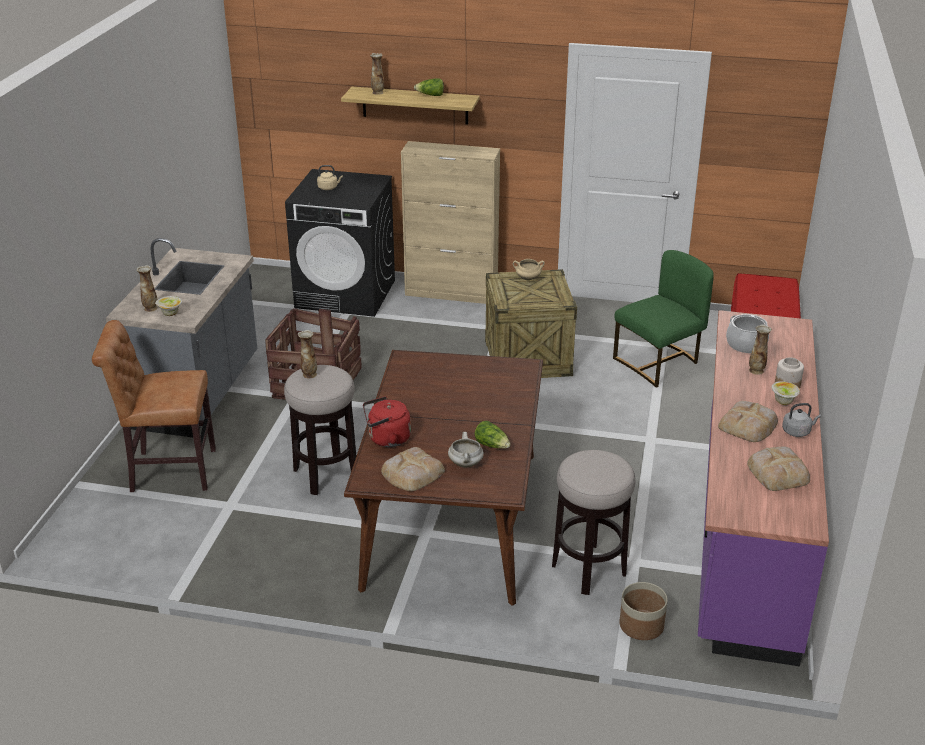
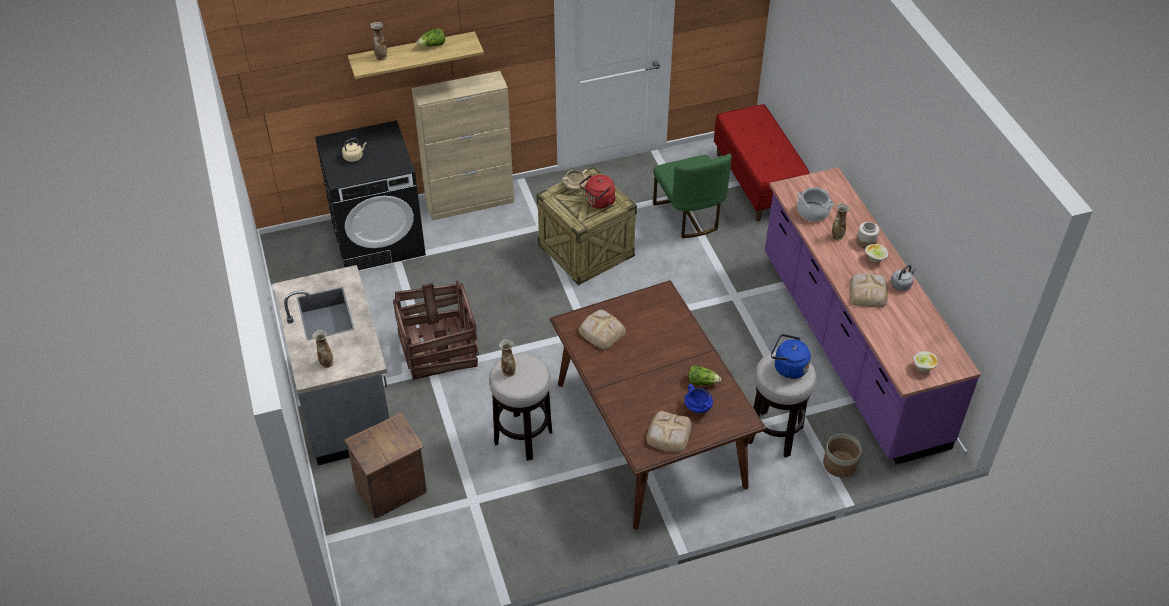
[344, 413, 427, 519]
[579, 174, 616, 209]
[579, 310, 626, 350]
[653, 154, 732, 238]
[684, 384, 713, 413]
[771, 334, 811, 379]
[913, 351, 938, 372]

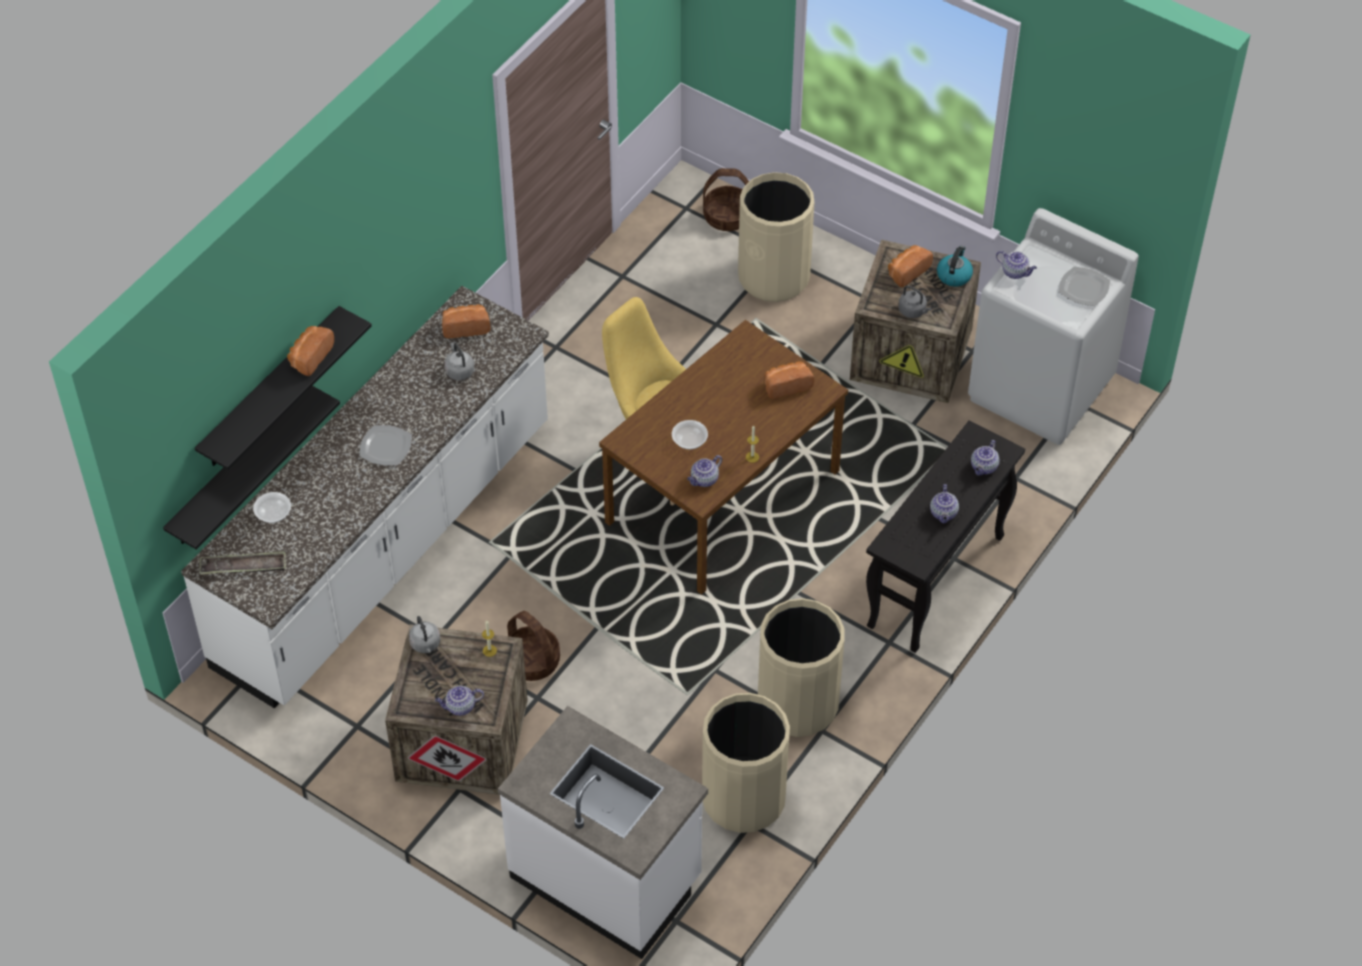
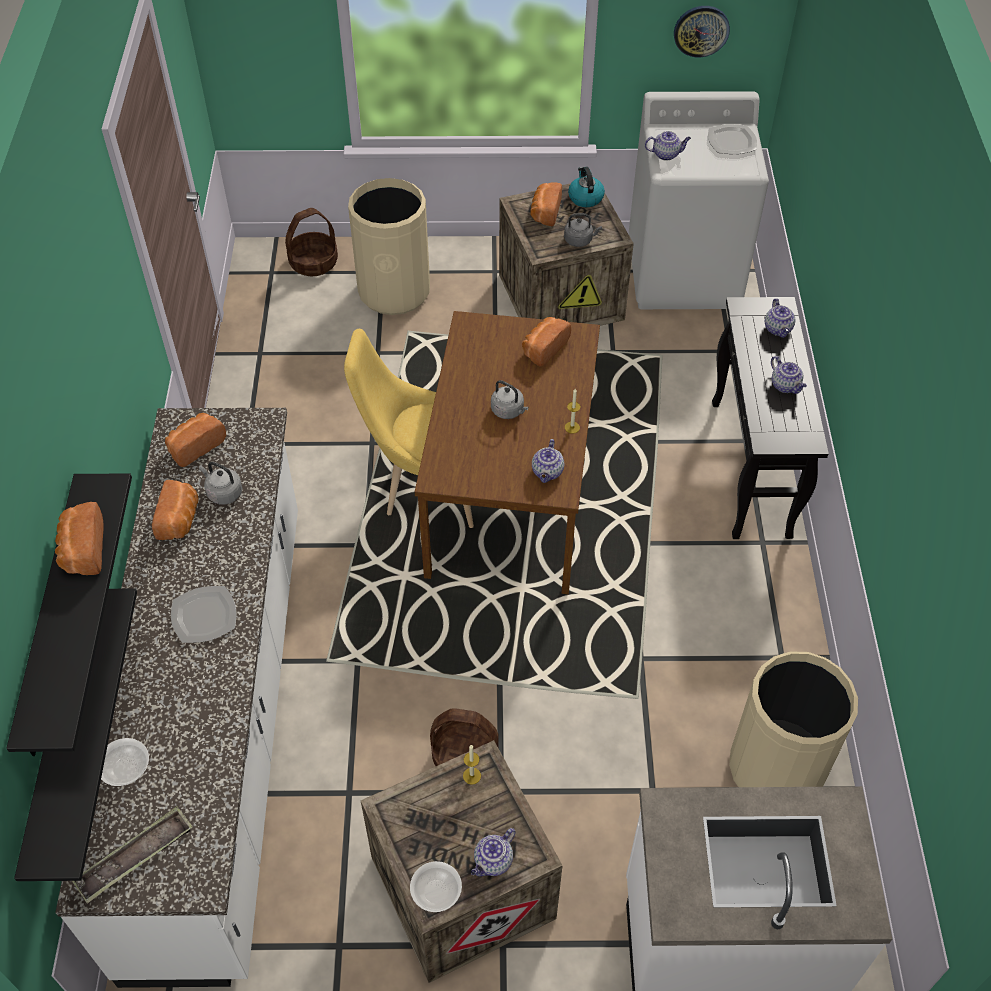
[152, 480, 198, 540]
[410, 861, 462, 912]
[491, 380, 529, 419]
[674, 6, 730, 57]
[758, 598, 844, 737] (first image)

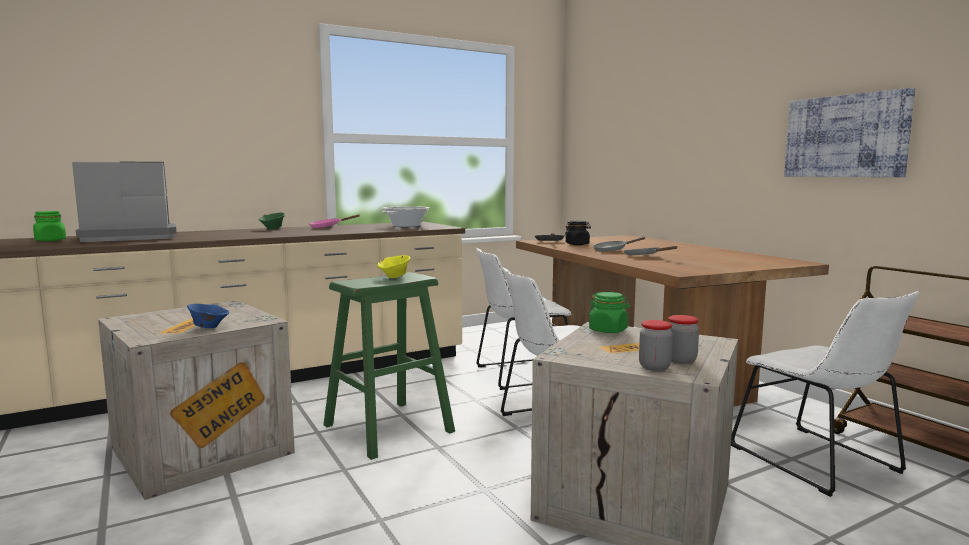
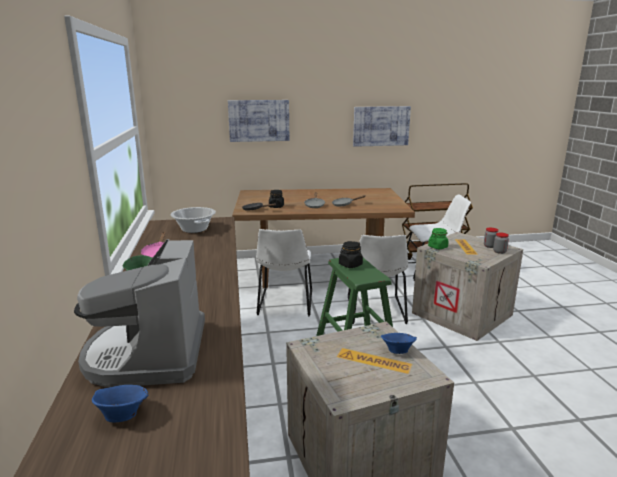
[92, 385, 148, 422]
[228, 100, 289, 142]
[339, 241, 363, 268]

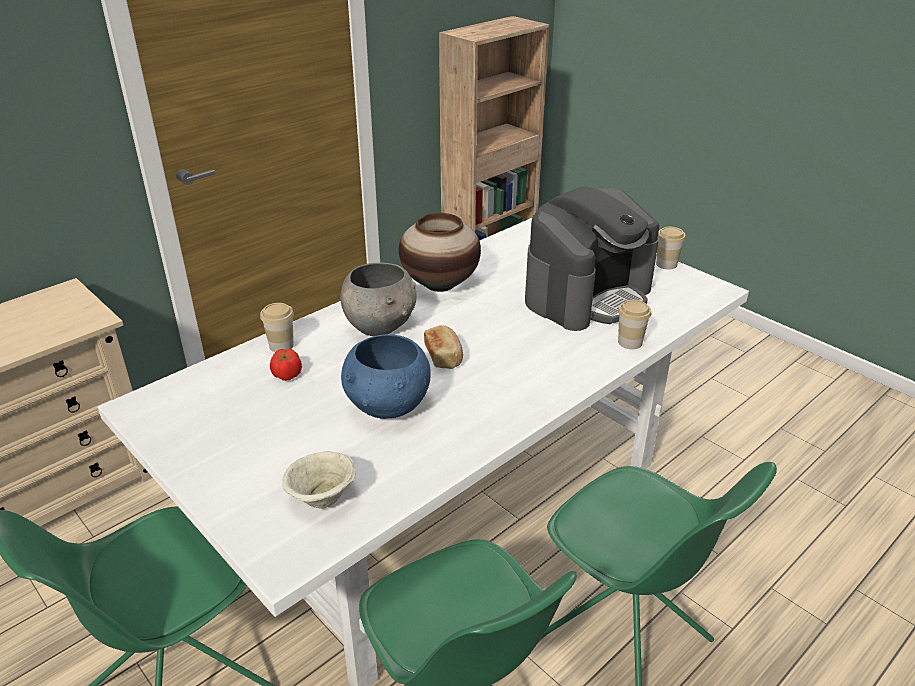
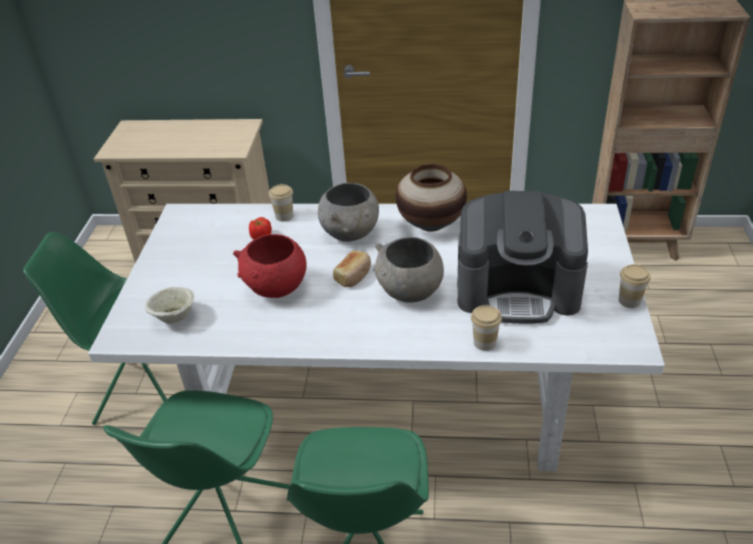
[233, 234, 307, 298]
[373, 237, 444, 303]

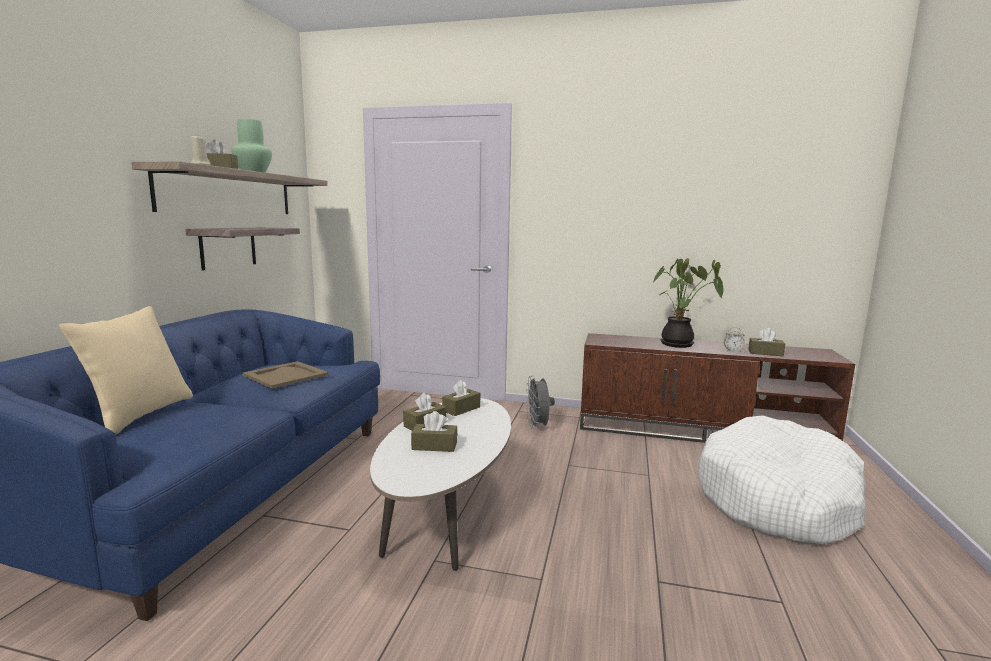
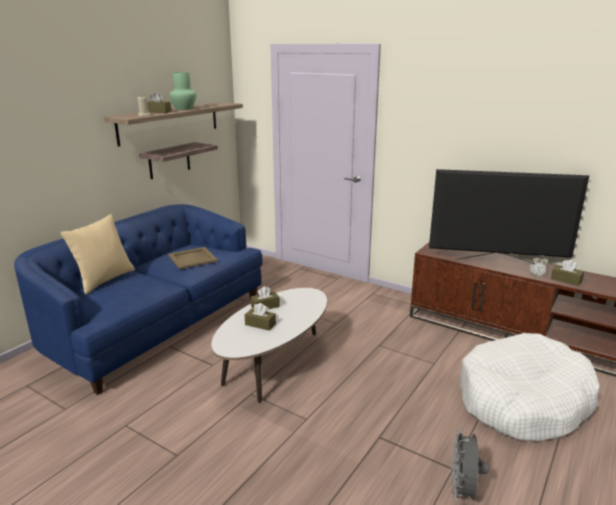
[429, 169, 590, 263]
[451, 428, 489, 502]
[442, 380, 480, 416] (first image)

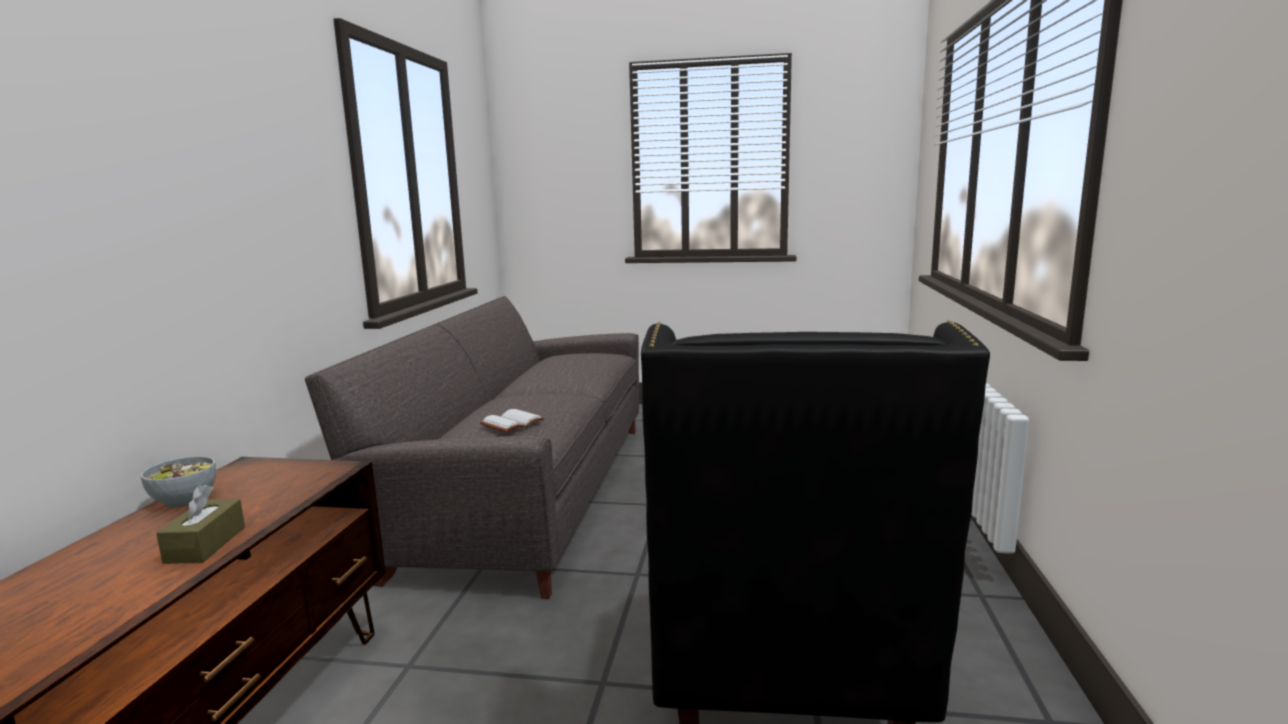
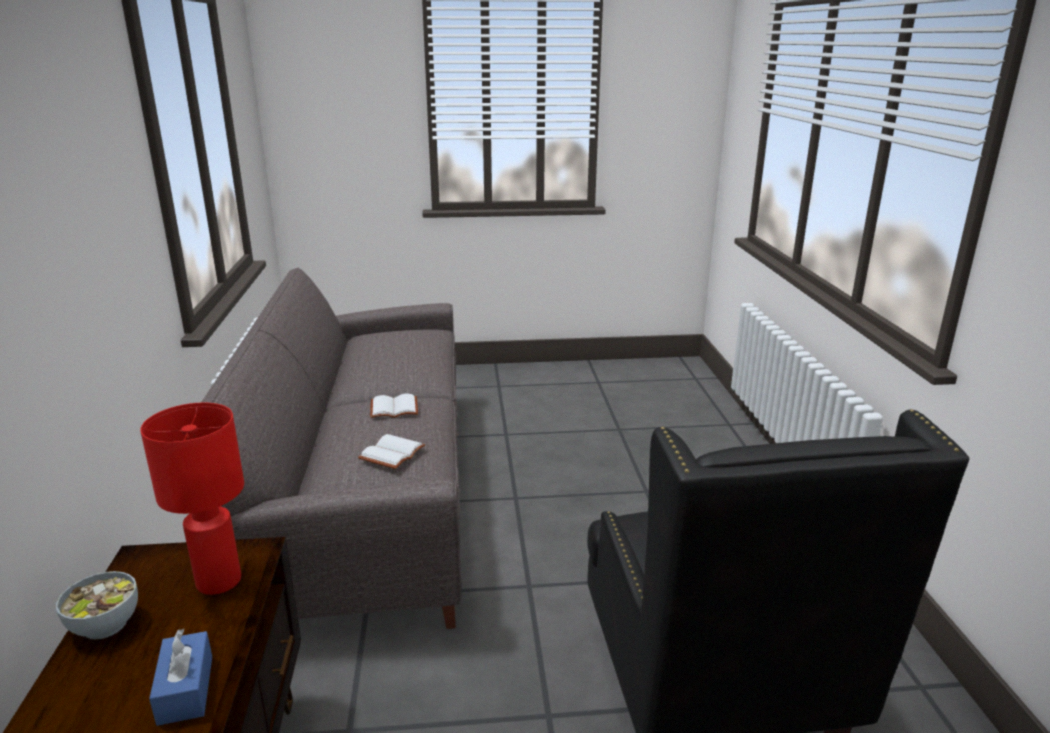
[140, 402, 244, 595]
[149, 629, 212, 726]
[370, 394, 418, 418]

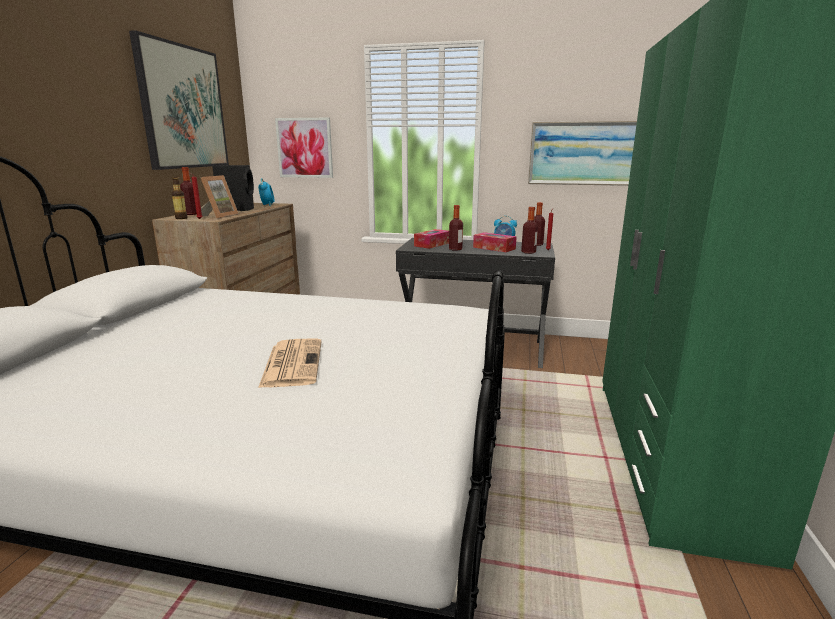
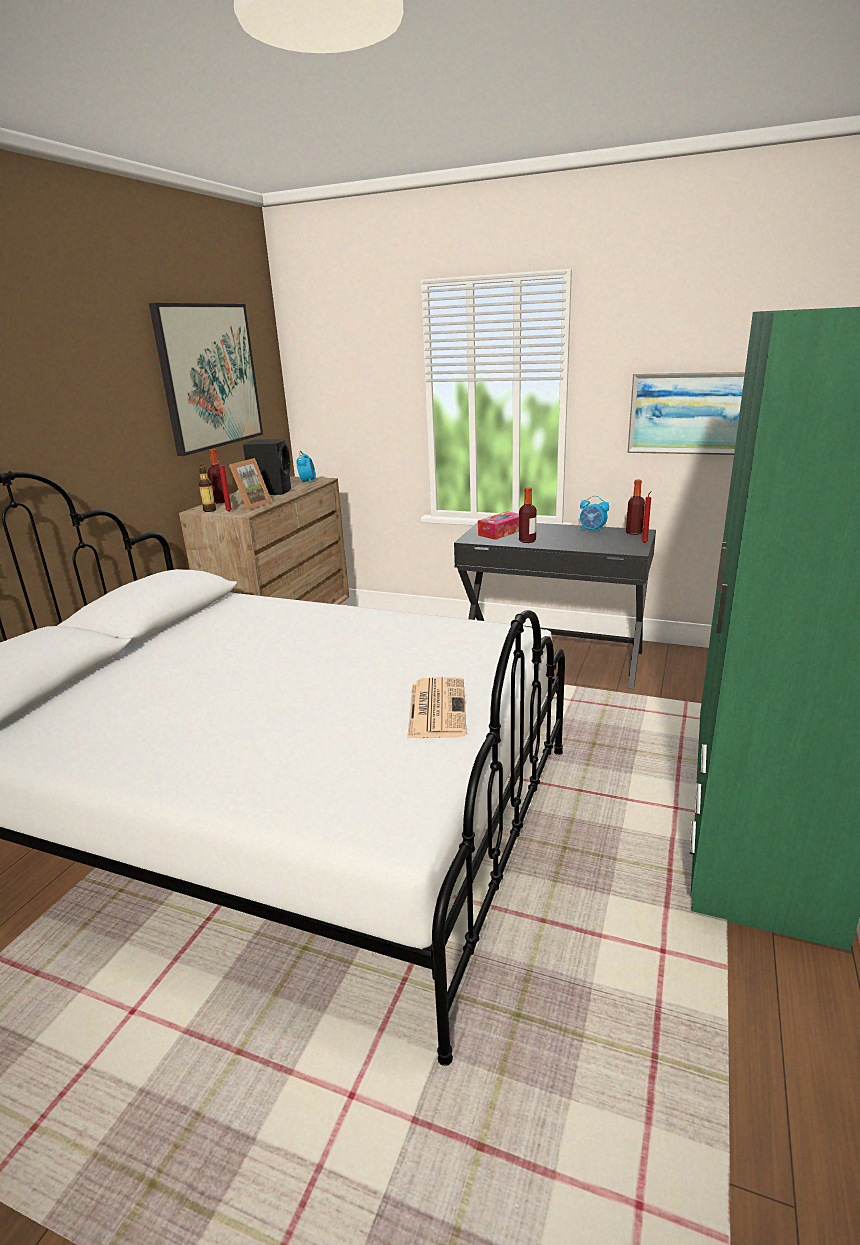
[407, 677, 467, 739]
[275, 118, 333, 178] (first image)
[473, 232, 517, 252] (first image)
[521, 207, 538, 254] (first image)

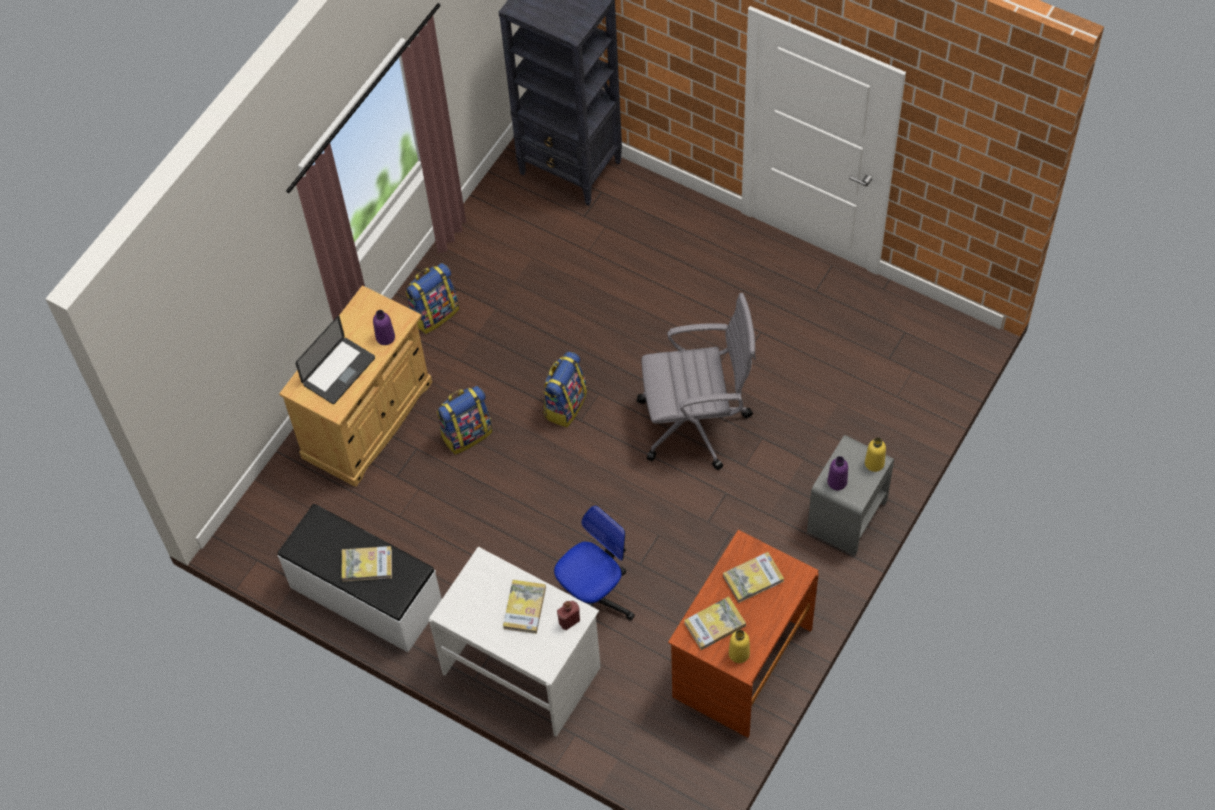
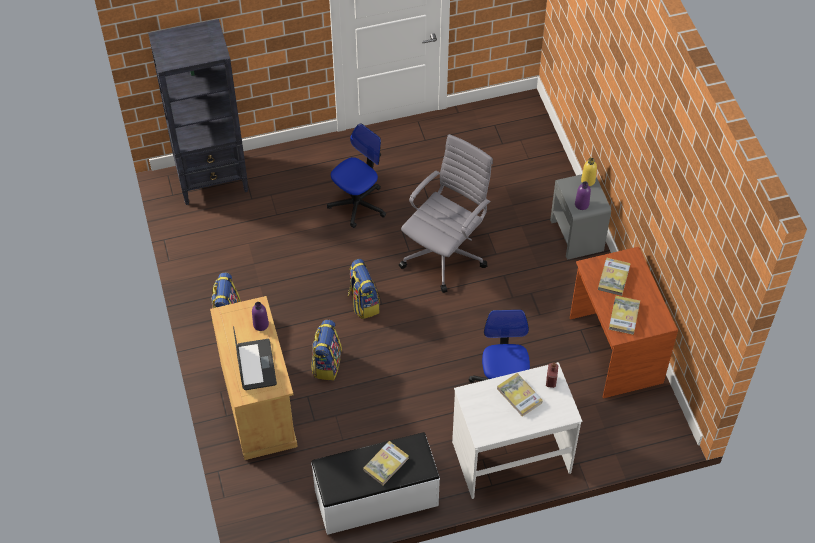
[327, 123, 386, 228]
[729, 630, 750, 663] (first image)

